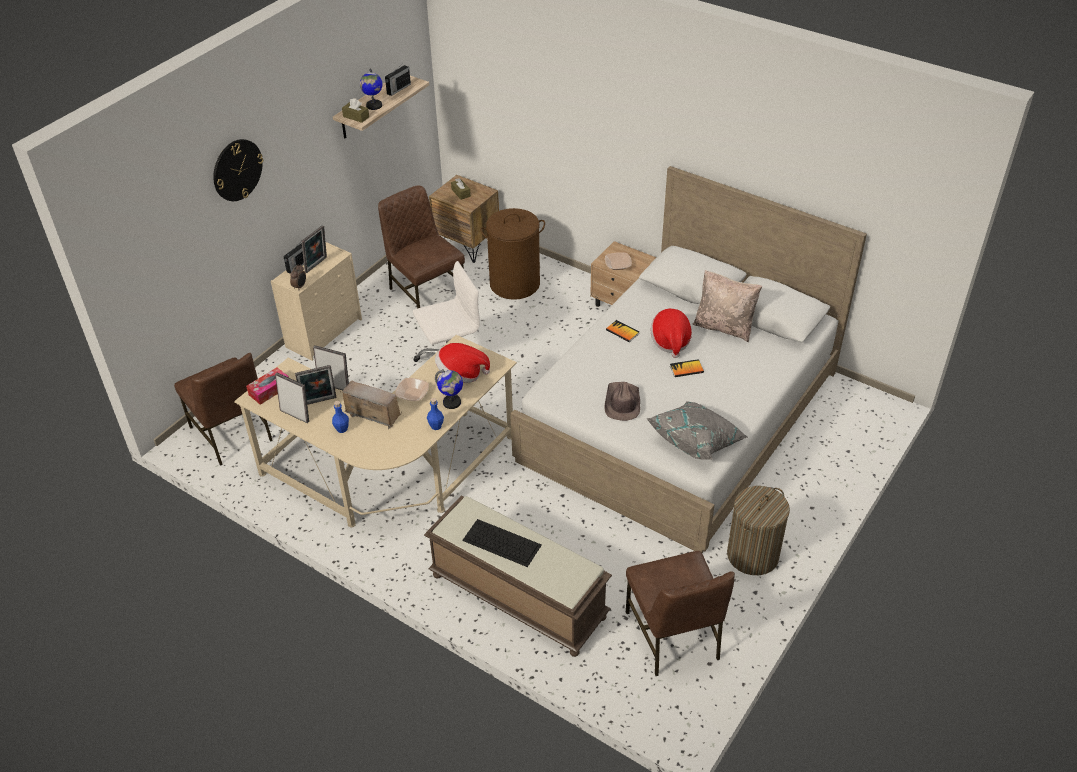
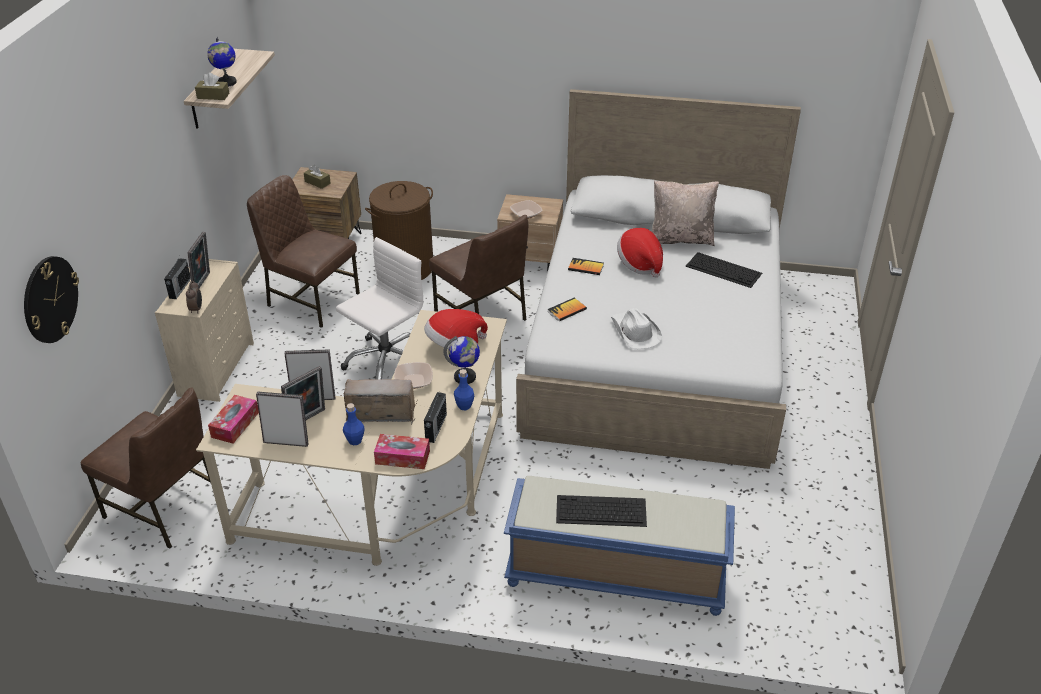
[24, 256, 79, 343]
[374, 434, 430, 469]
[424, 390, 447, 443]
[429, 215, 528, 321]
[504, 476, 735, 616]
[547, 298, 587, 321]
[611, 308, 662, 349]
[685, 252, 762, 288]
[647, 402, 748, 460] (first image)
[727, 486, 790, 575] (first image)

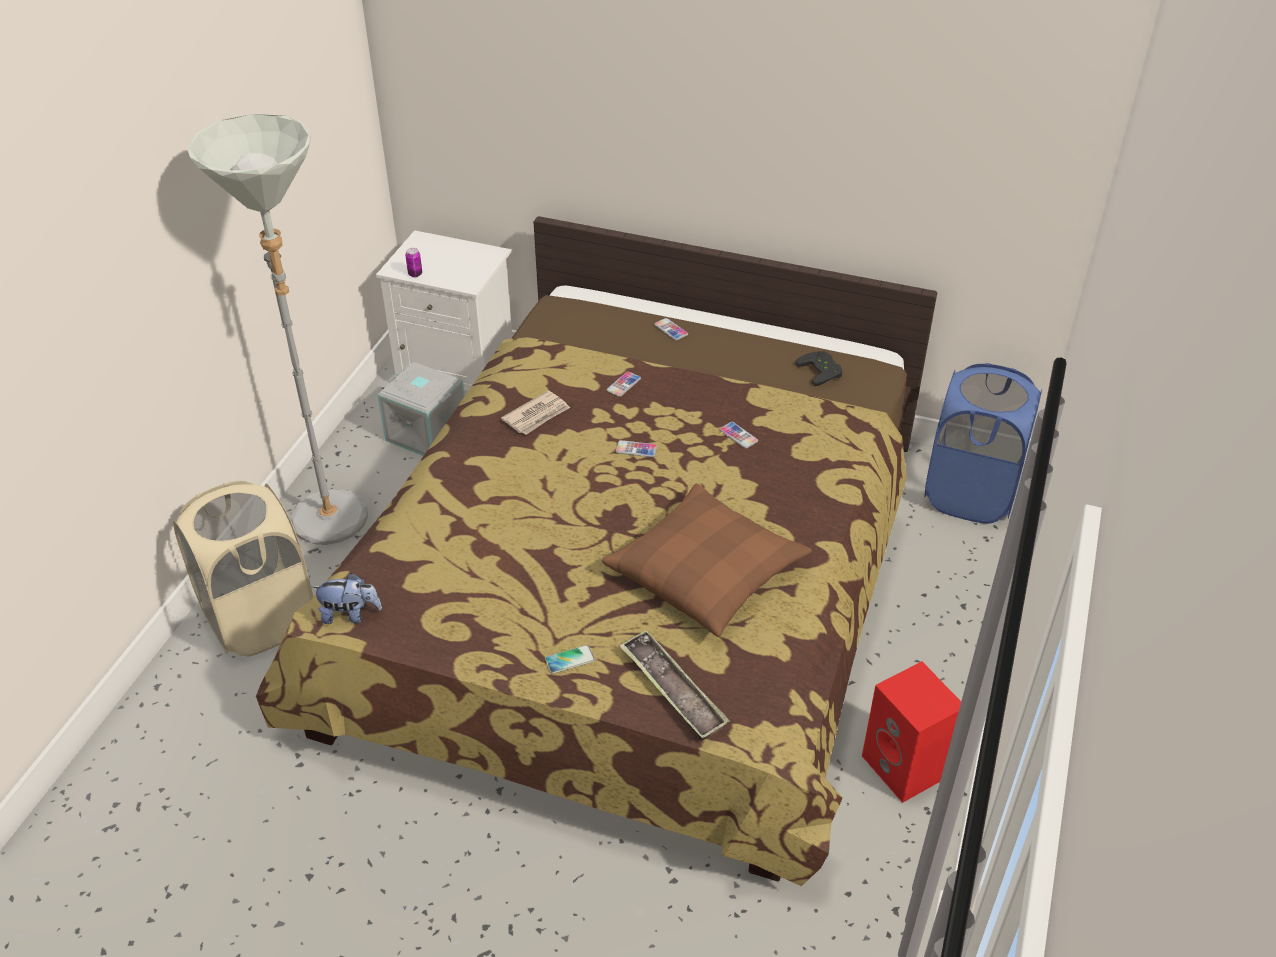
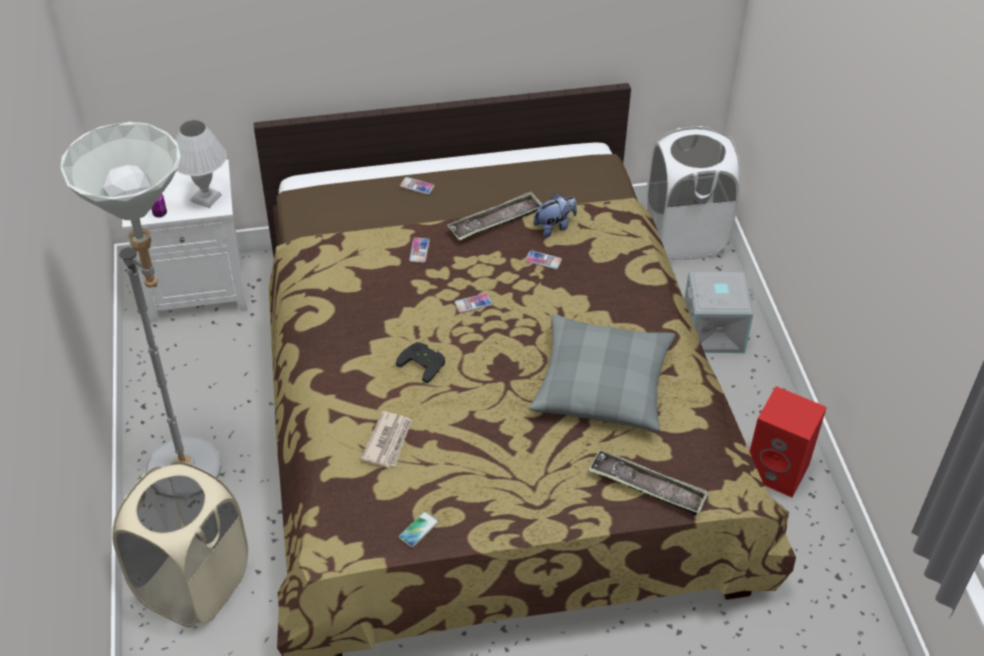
[175, 120, 227, 208]
[361, 411, 412, 467]
[396, 342, 445, 383]
[399, 511, 439, 547]
[447, 191, 542, 240]
[529, 314, 675, 431]
[533, 194, 577, 238]
[645, 126, 741, 260]
[684, 272, 755, 353]

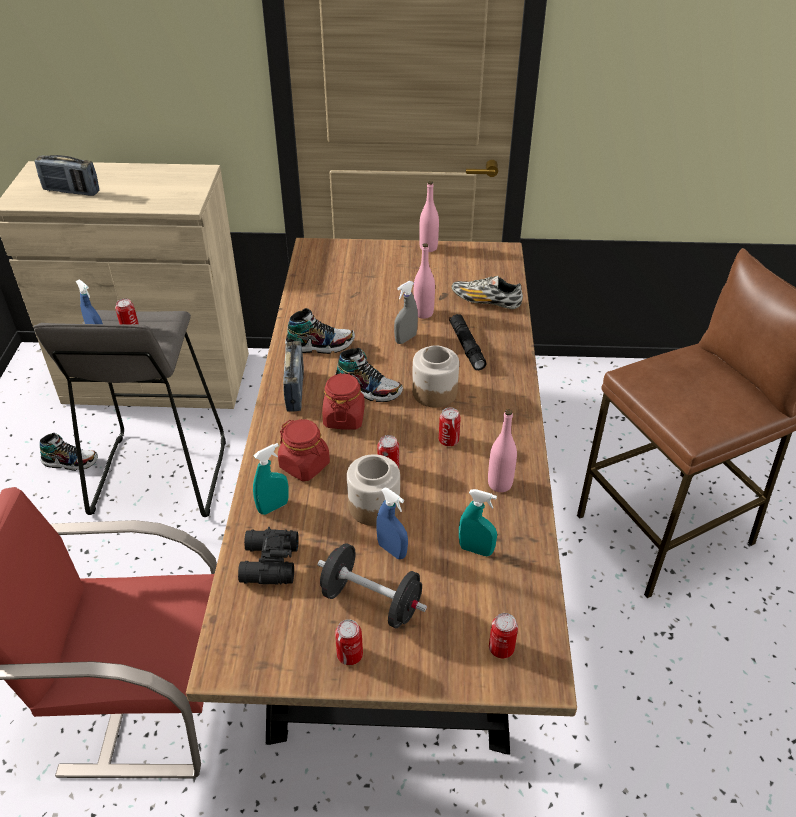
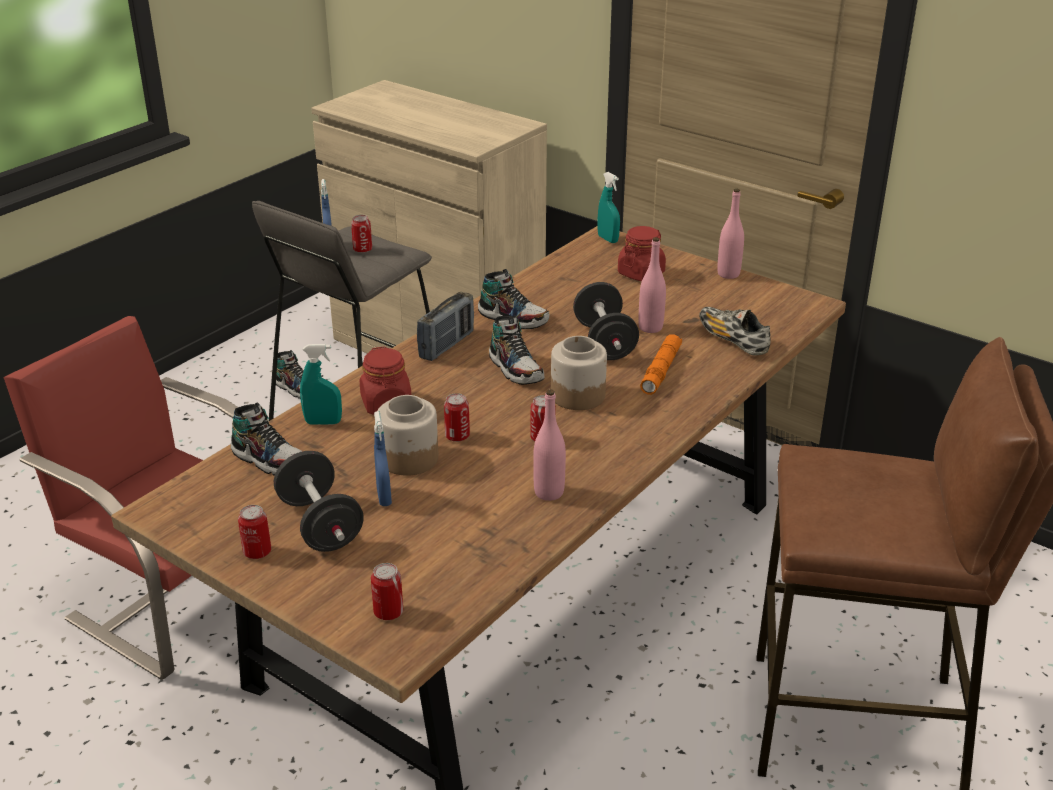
[231, 403, 302, 476]
[573, 282, 639, 360]
[598, 172, 620, 243]
[618, 226, 666, 281]
[640, 334, 682, 395]
[34, 155, 99, 196] (first image)

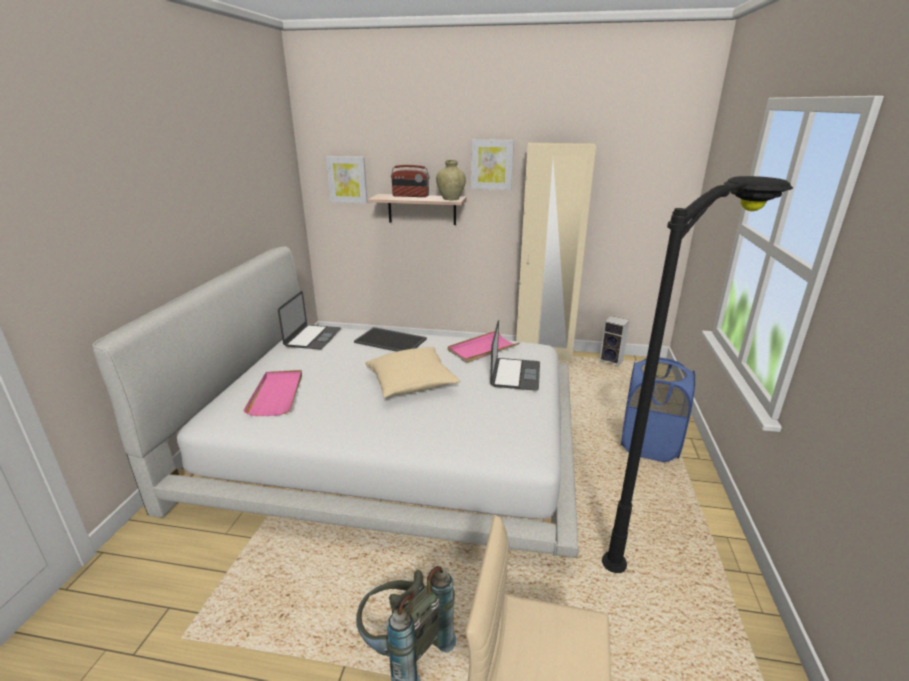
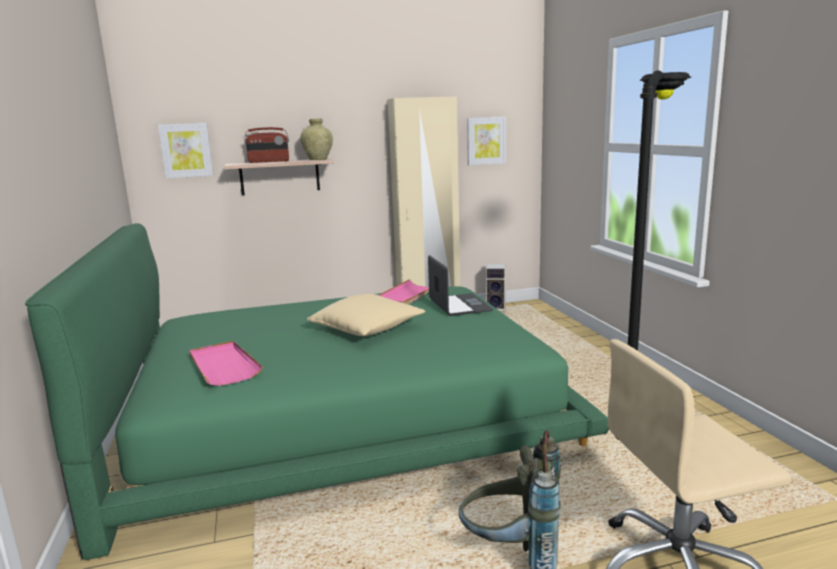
[25, 224, 609, 560]
[467, 117, 506, 165]
[278, 291, 341, 349] (first image)
[354, 327, 427, 352] (first image)
[621, 358, 695, 462] (first image)

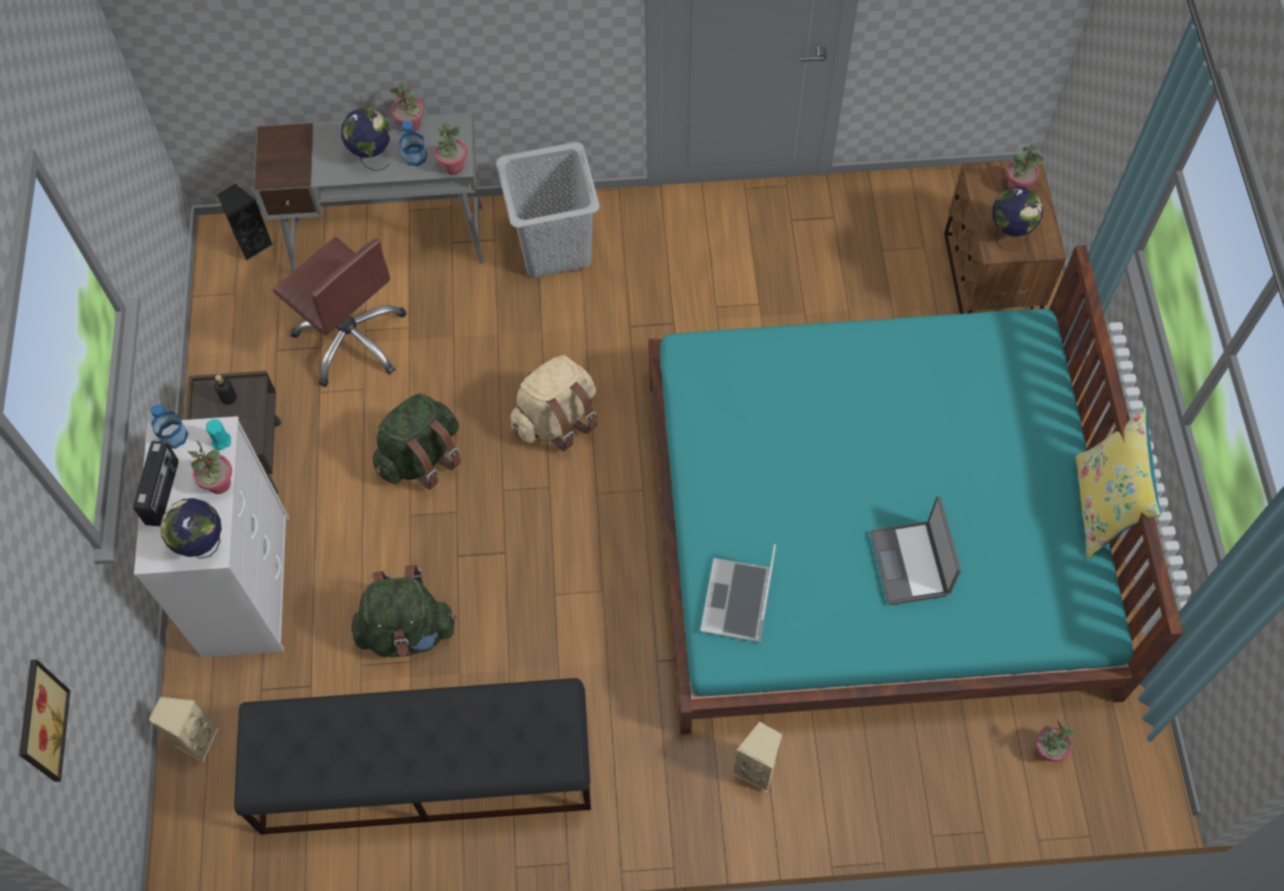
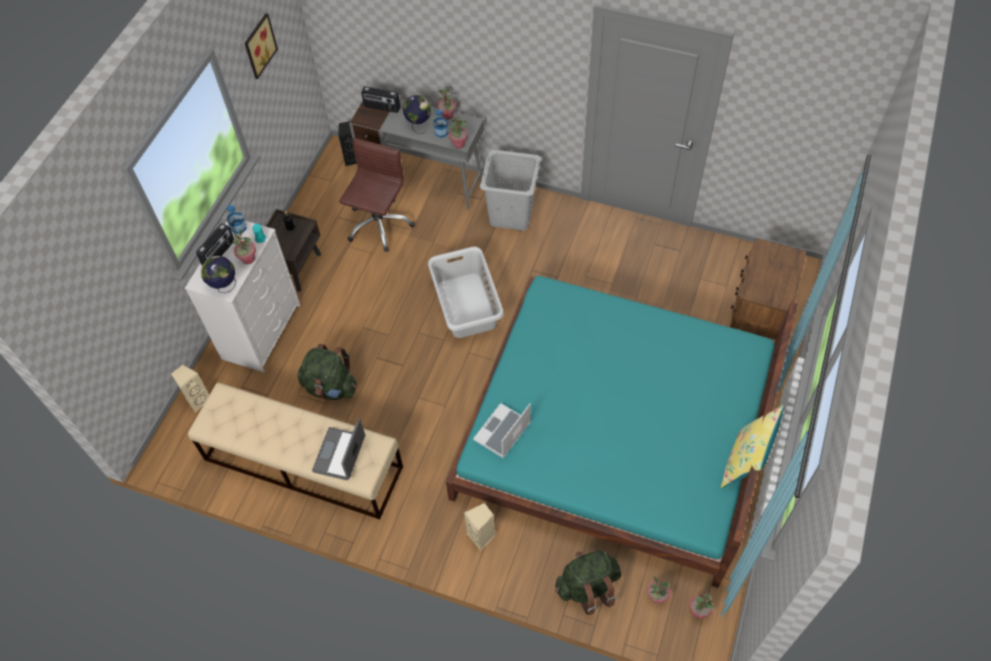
[188, 383, 403, 519]
[245, 13, 278, 79]
[312, 418, 365, 480]
[339, 138, 415, 252]
[361, 86, 400, 113]
[428, 247, 504, 338]
[555, 551, 621, 615]
[690, 593, 714, 618]
[992, 186, 1043, 251] (first image)

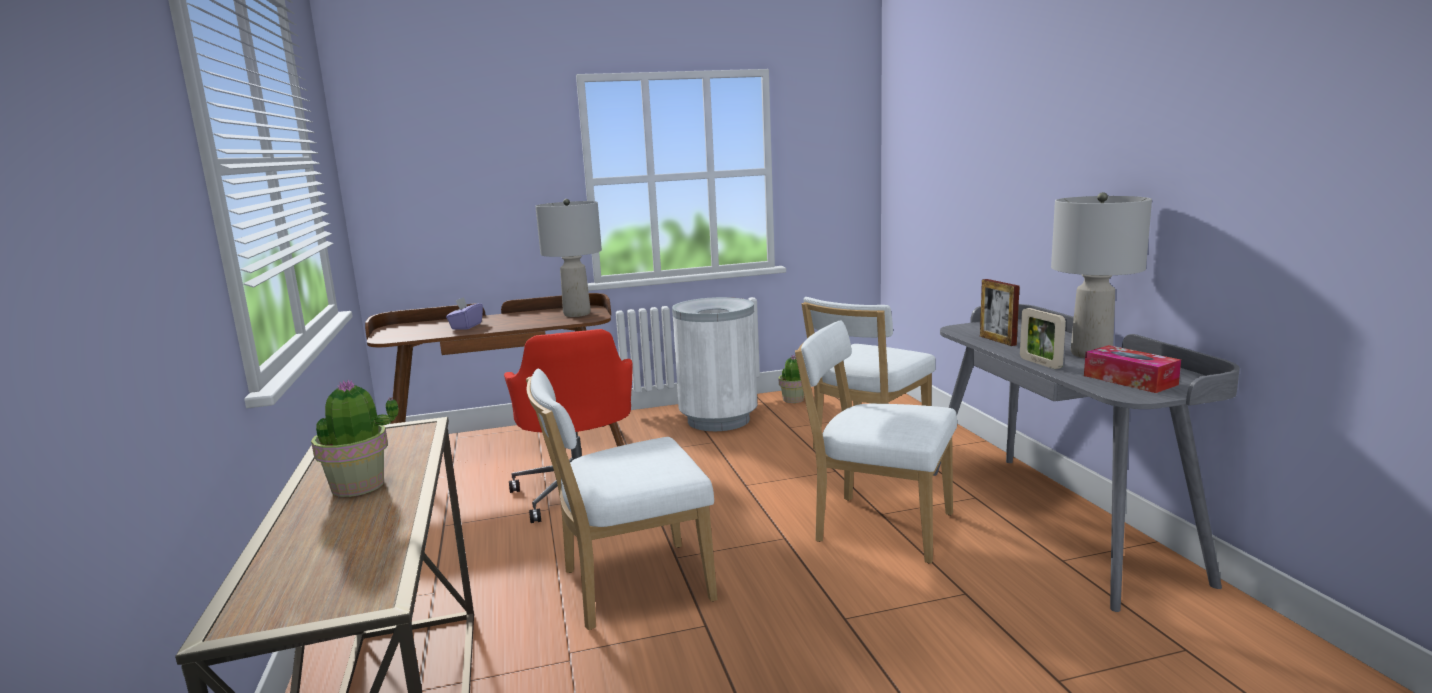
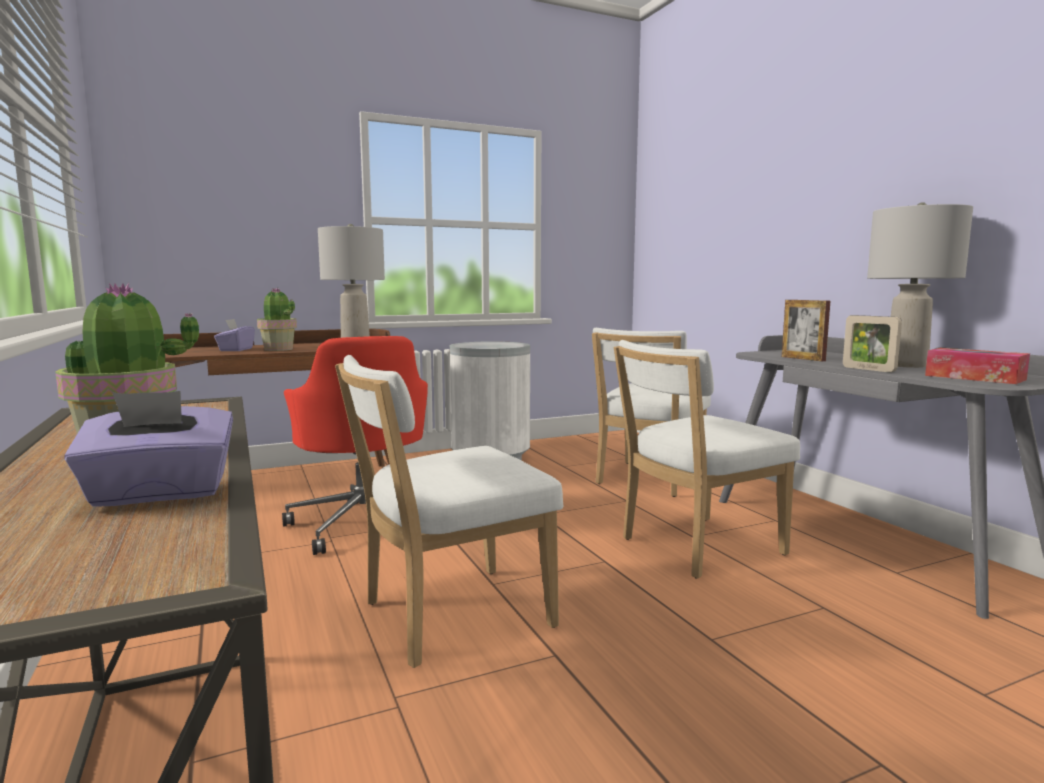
[64, 391, 233, 507]
[257, 288, 297, 351]
[614, 340, 800, 579]

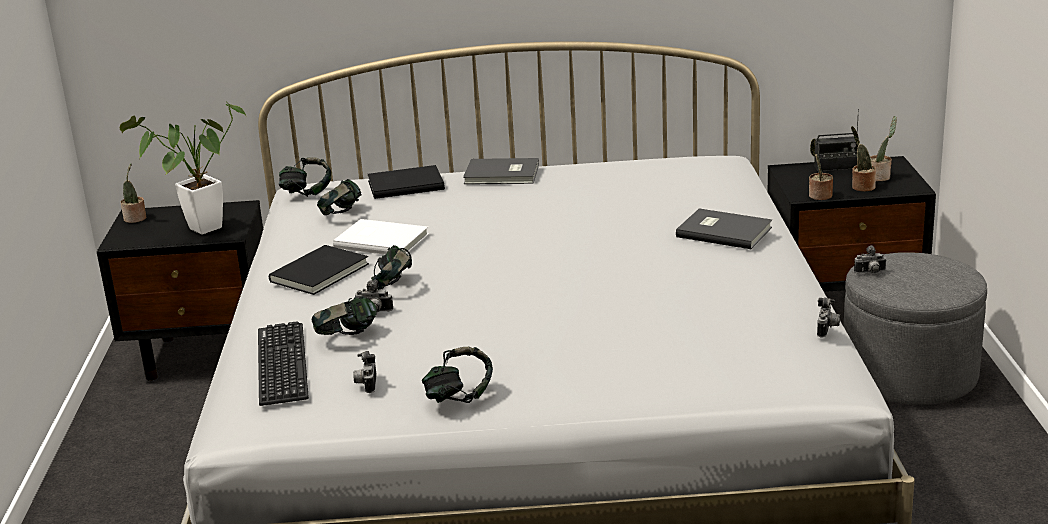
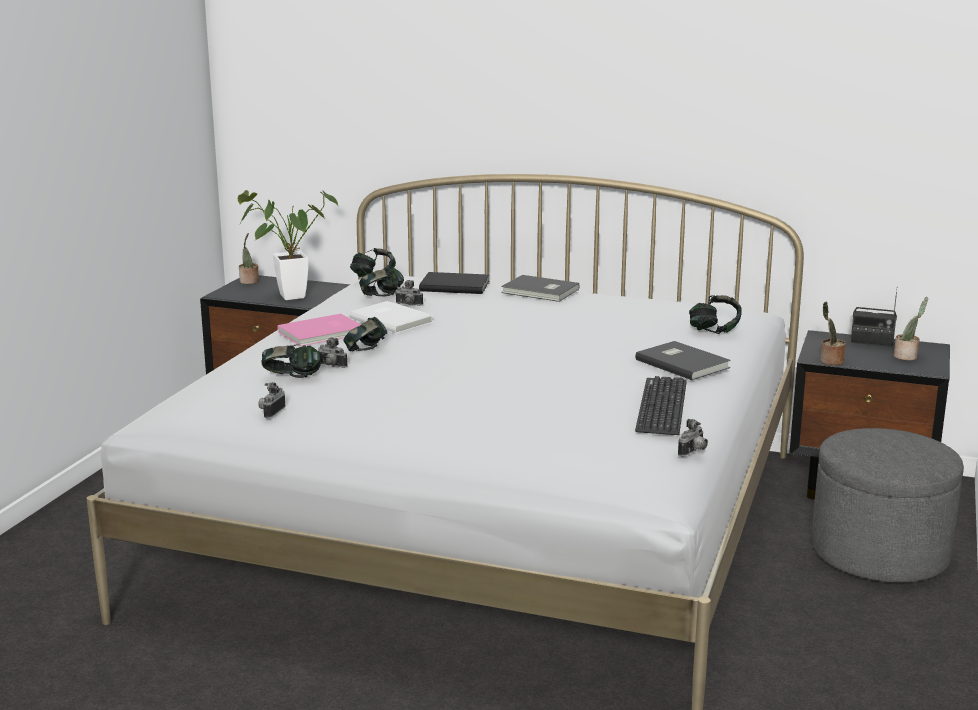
[277, 314, 361, 347]
[395, 280, 423, 306]
[635, 376, 687, 435]
[689, 295, 742, 334]
[851, 126, 876, 192] (first image)

